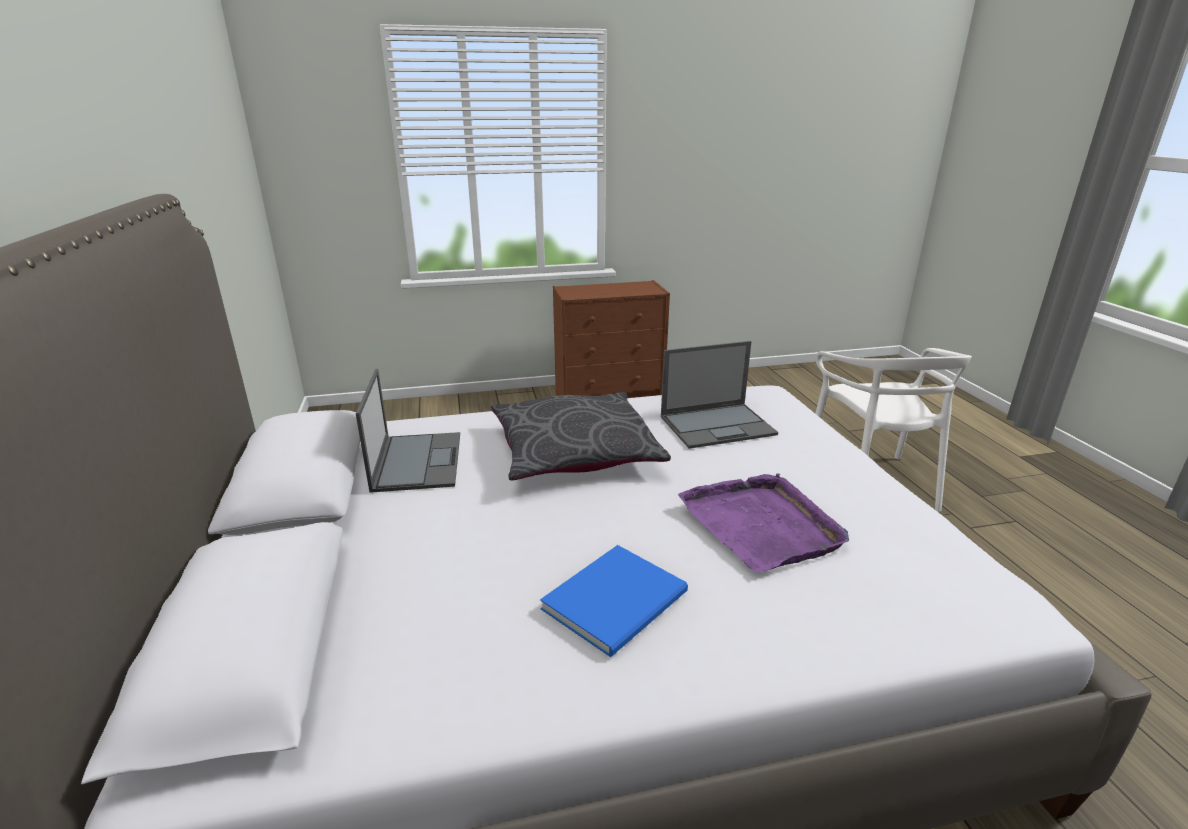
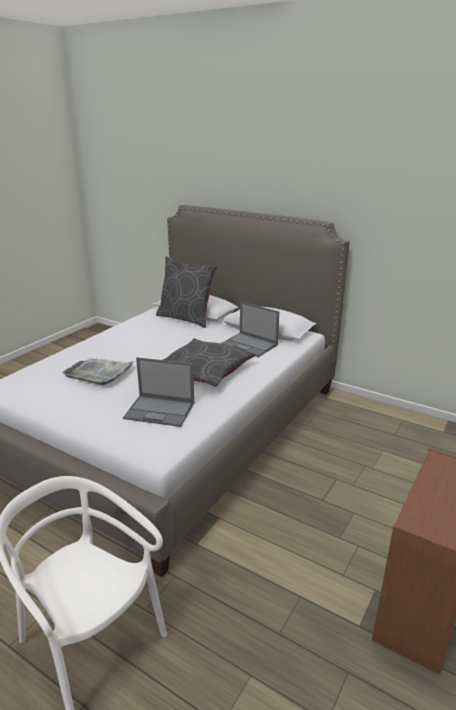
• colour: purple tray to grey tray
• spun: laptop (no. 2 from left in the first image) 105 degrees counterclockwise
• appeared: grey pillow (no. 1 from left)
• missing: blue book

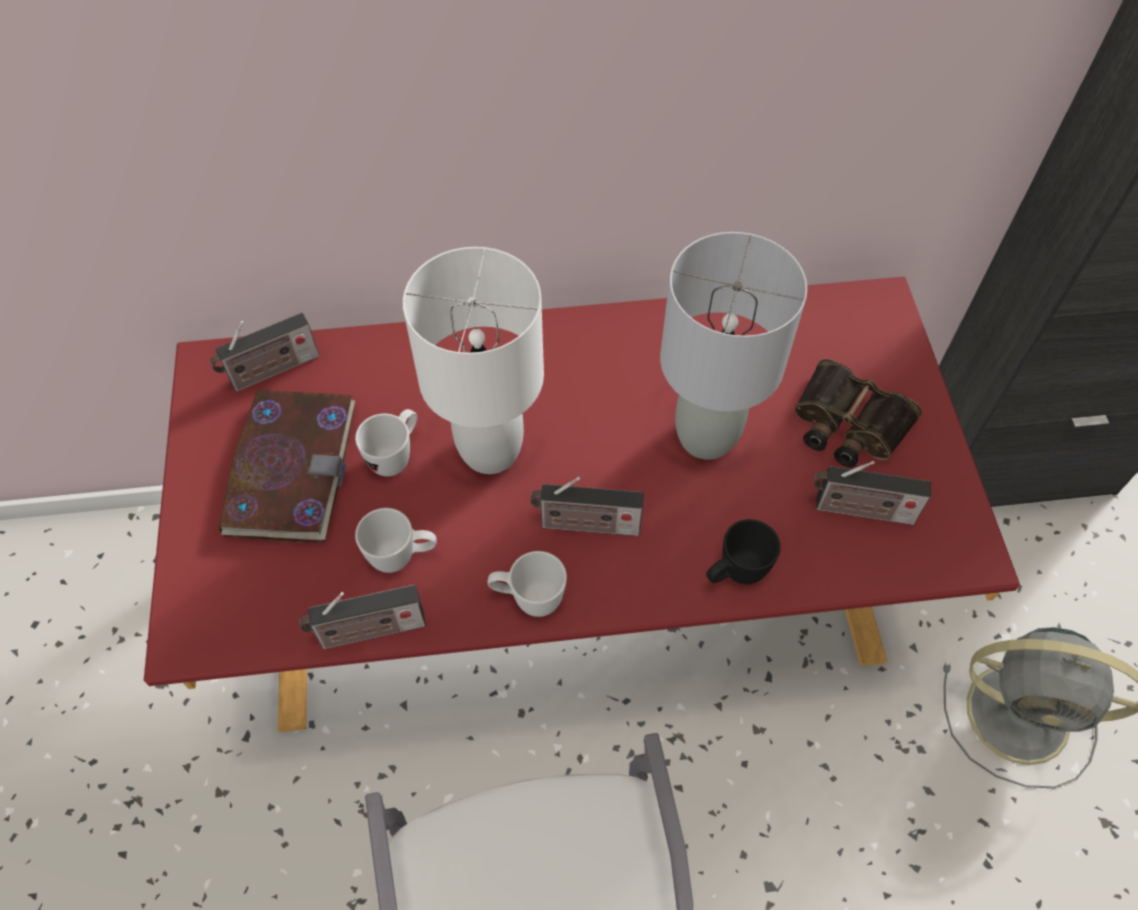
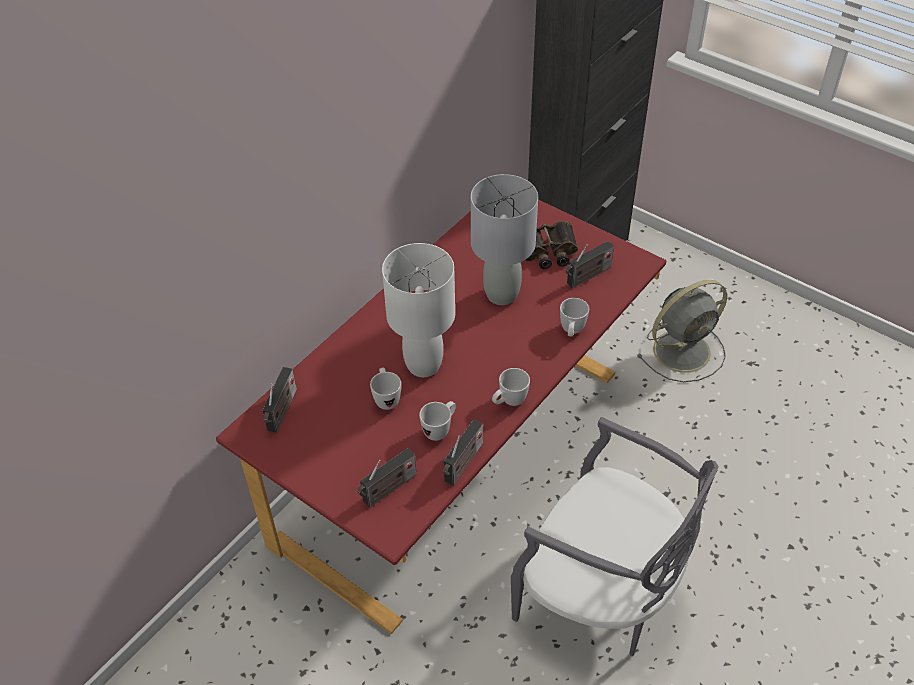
• relocated: radio (no. 3 from left in the first image) to radio (no. 2 from left)
• colour: black mug to white mug (no. 4 from left)
• missing: book

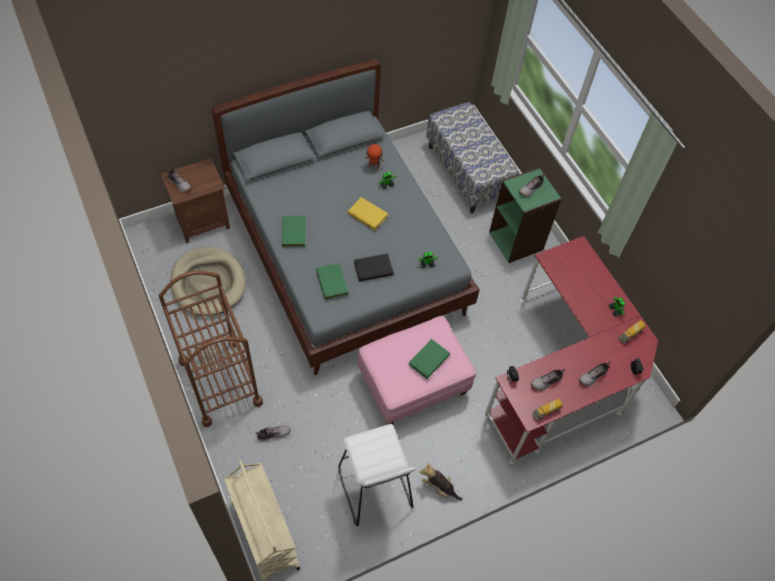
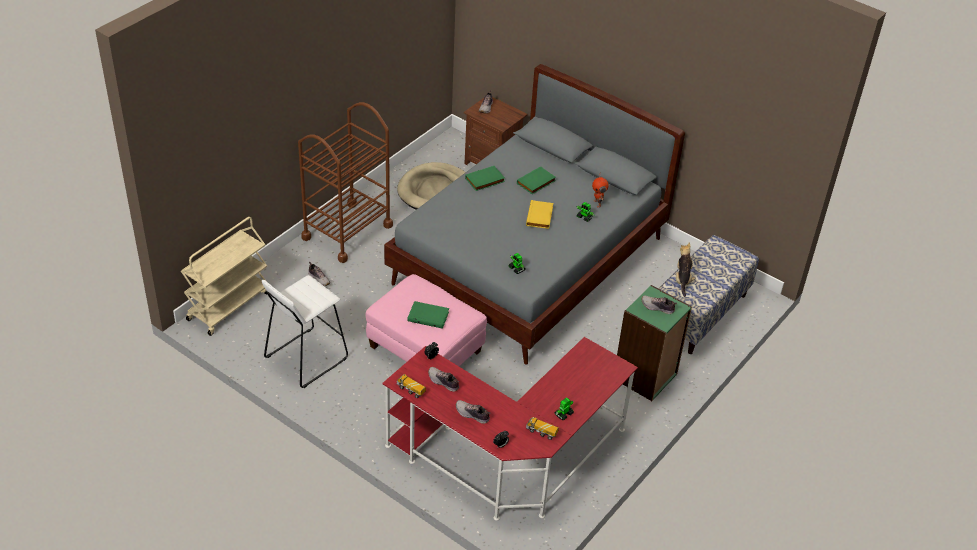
• relocated: green book (no. 2 from left in the first image) to green book (no. 3 from left)
• relocated: plush toy
• missing: black book

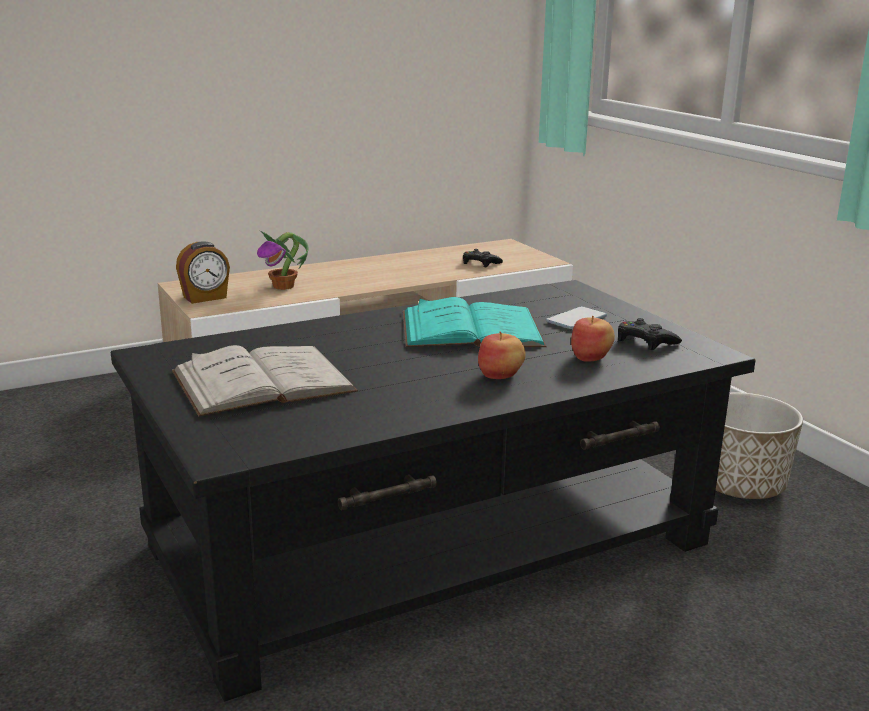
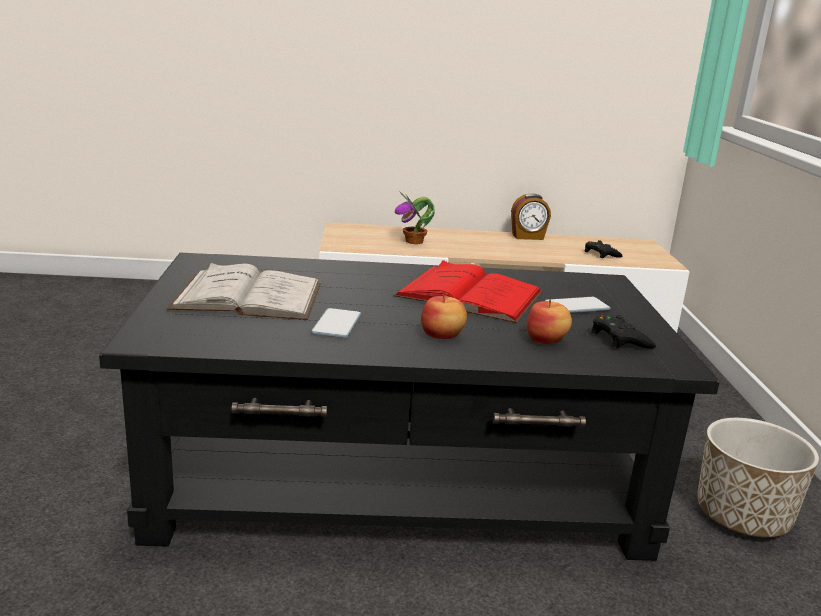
• appeared: phone (no. 1 from left)
• colour: turquoise book to red book
• relocated: alarm clock

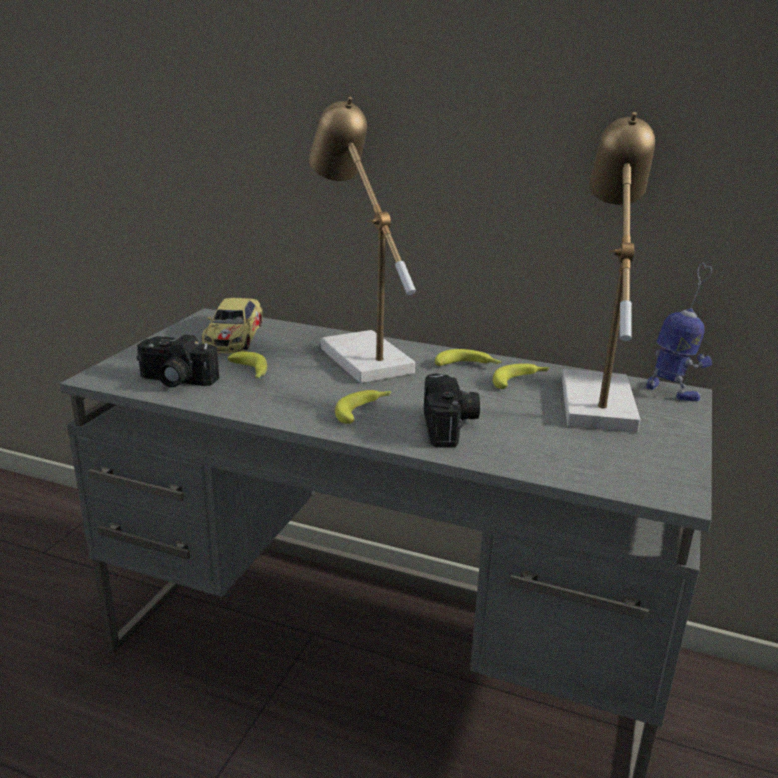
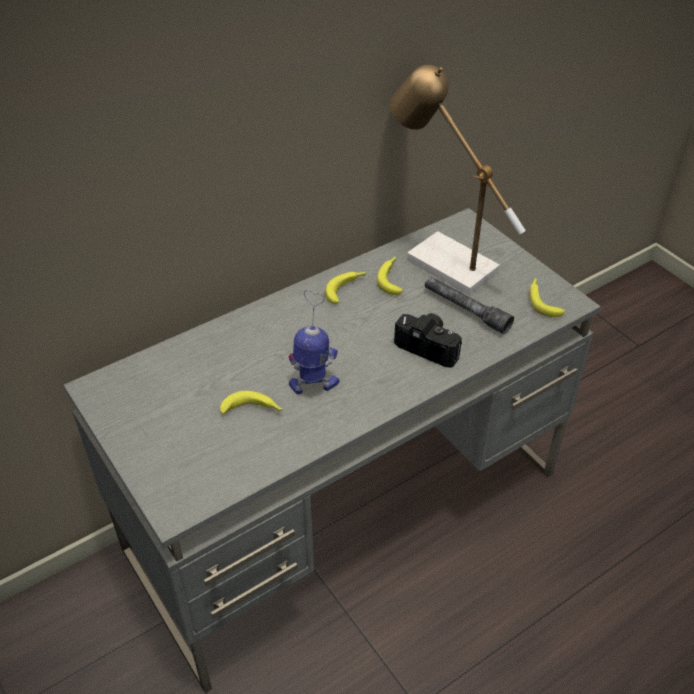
• relocated: toy robot
• appeared: grey flashlight
• relocated: banana (no. 2 from left in the first image) to banana (no. 4 from left)
• missing: photo camera (no. 1 from left)
• missing: toy car
• missing: table lamp (no. 1 from left)

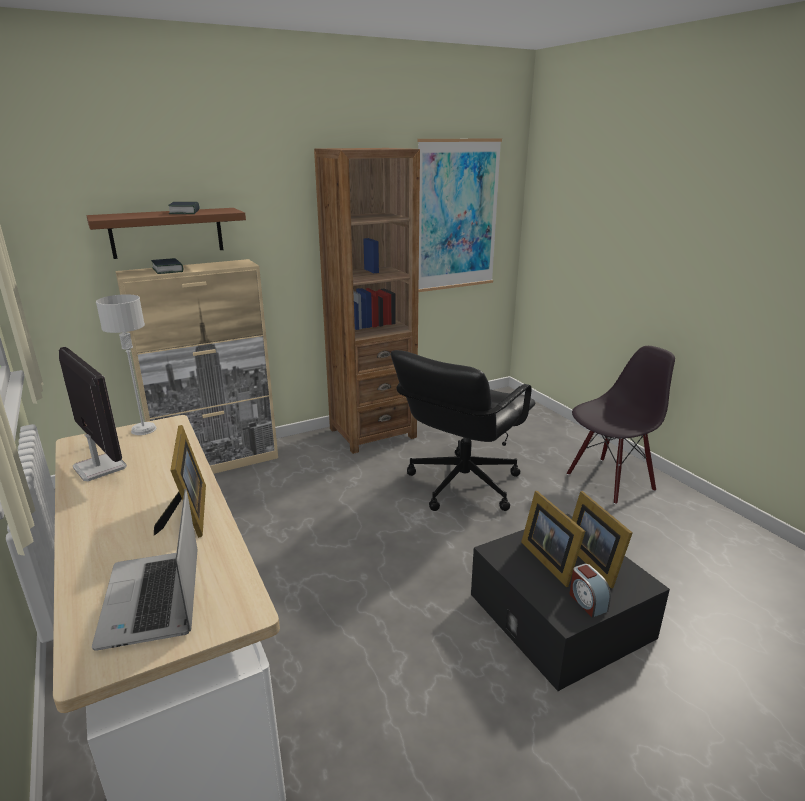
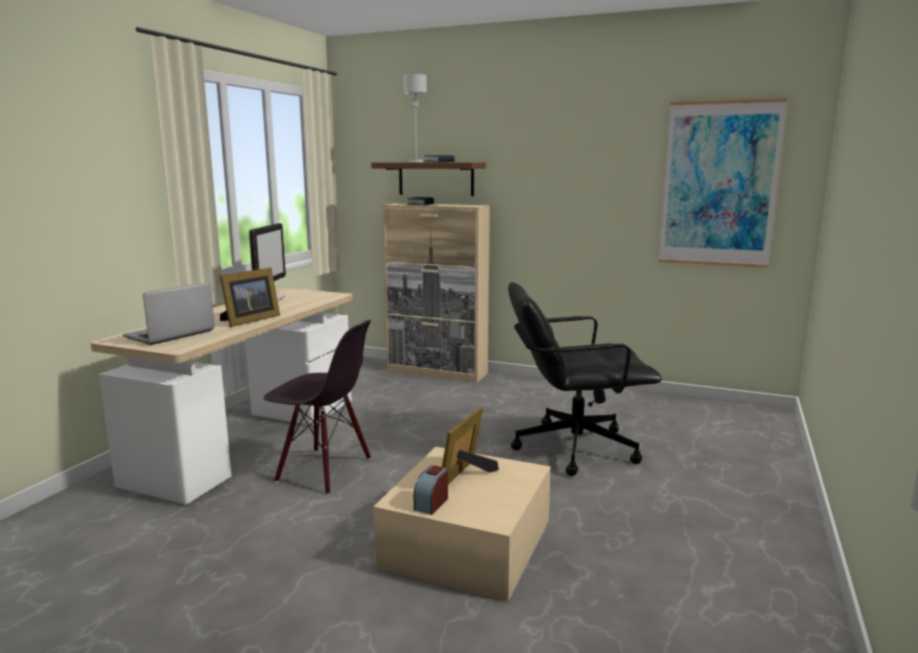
• relocated: black chair
• colour: black storage box to beige storage box
• relocated: grey table lamp
• missing: brown bookcase
• missing: picture frame (no. 3 from left)

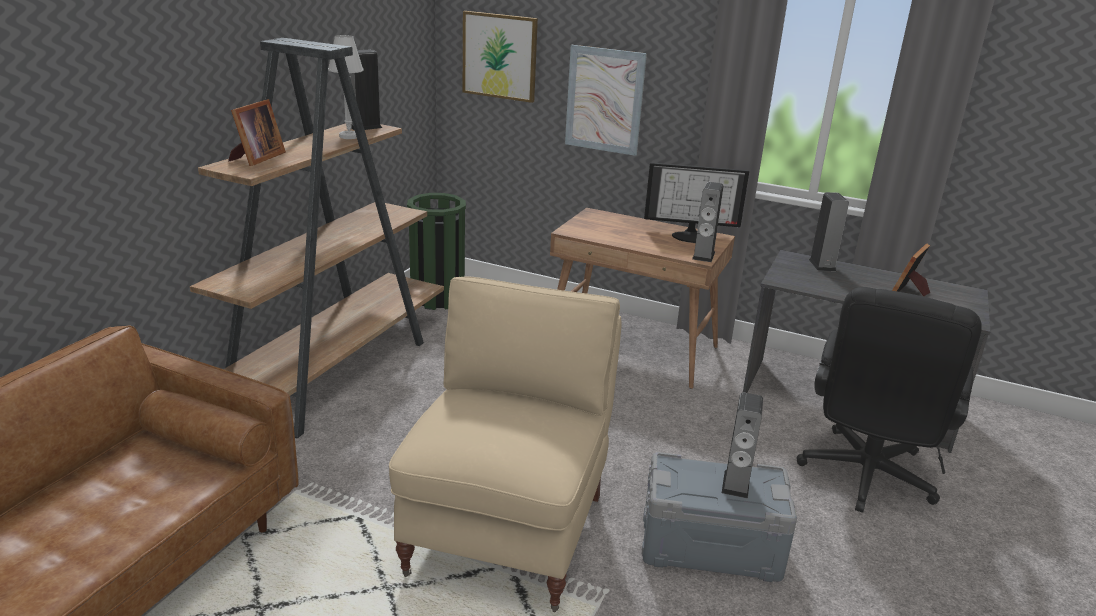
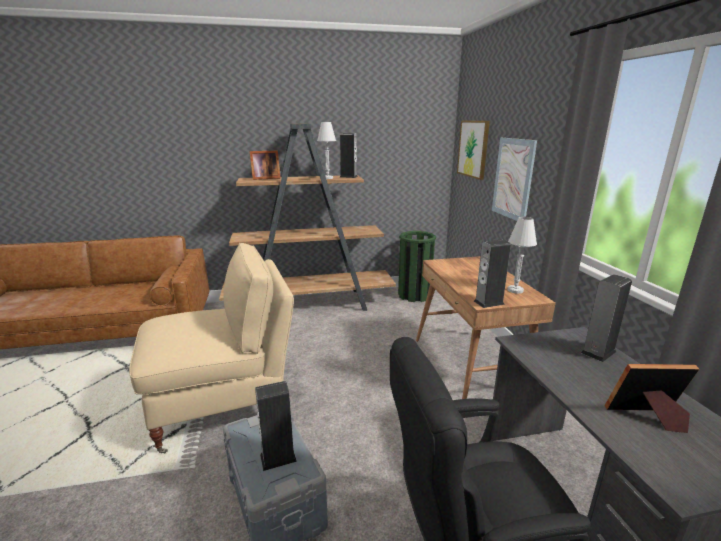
• exchanged: monitor to white table lamp (no. 2 from left)

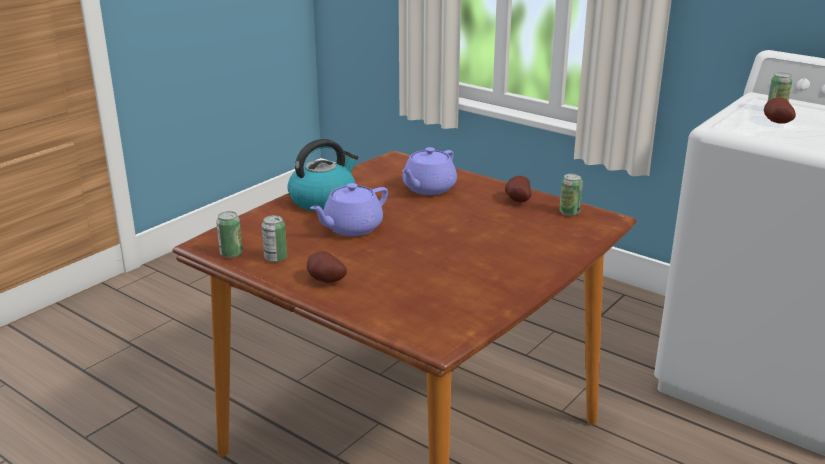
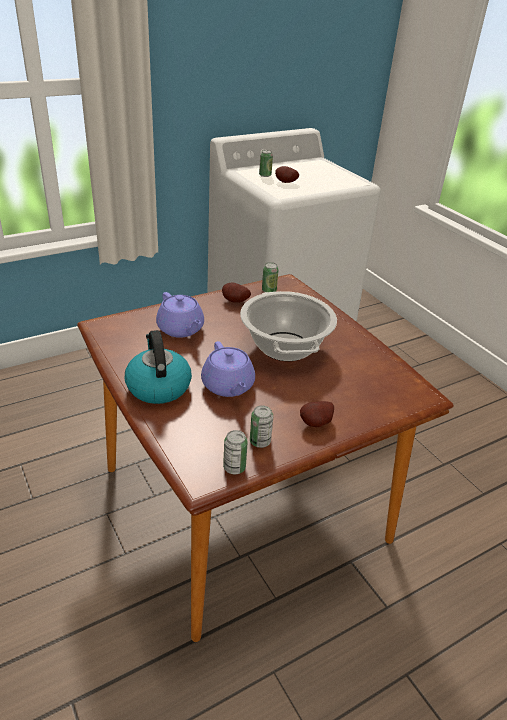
• appeared: cooking pot

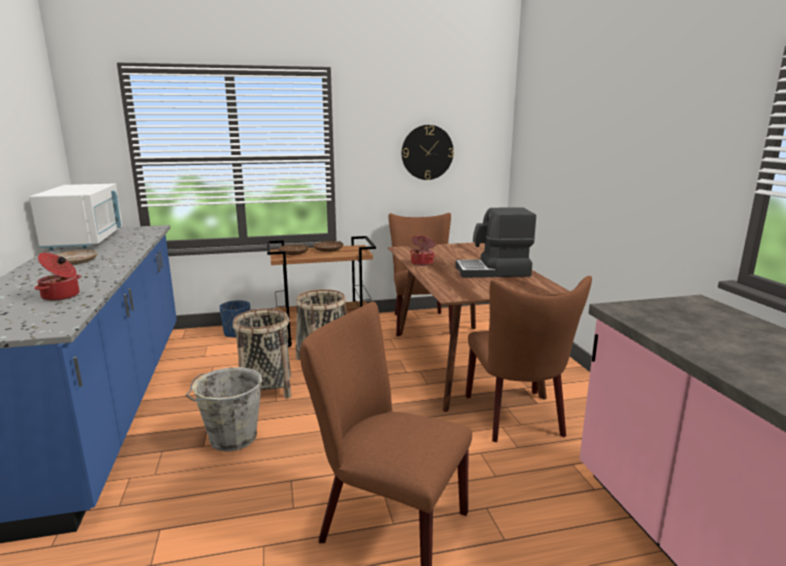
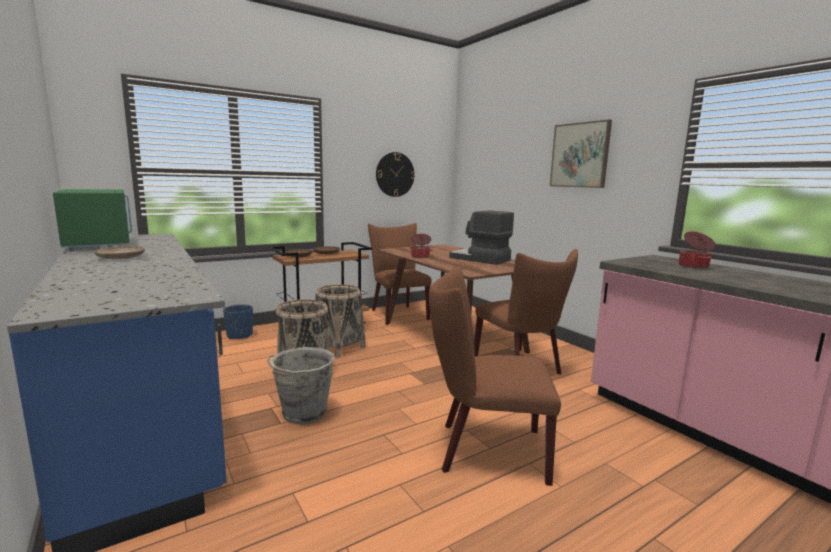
• colour: white microwave to green microwave
• spun: coffee machine 60 degrees clockwise
• appeared: picture
• relocated: cooking pot (no. 1 from left in the first image) to cooking pot (no. 2 from left)

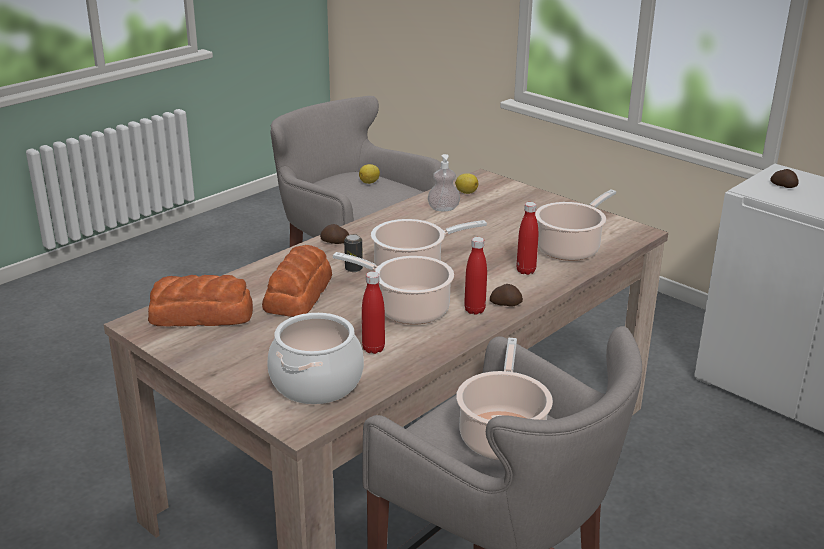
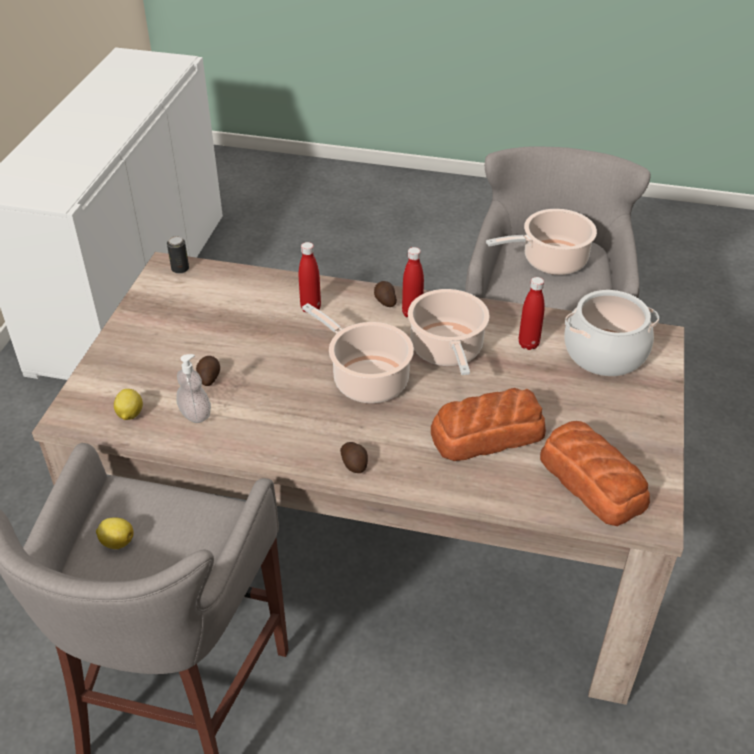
• relocated: can
• relocated: potato (no. 3 from left in the first image) to potato (no. 1 from left)
• missing: cooking pot (no. 5 from left)

